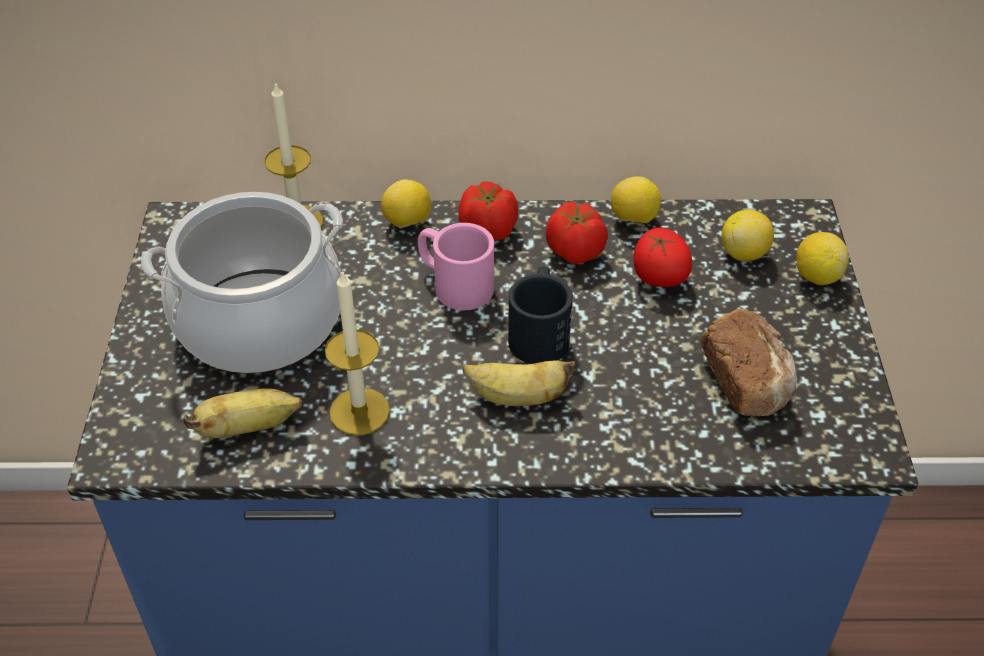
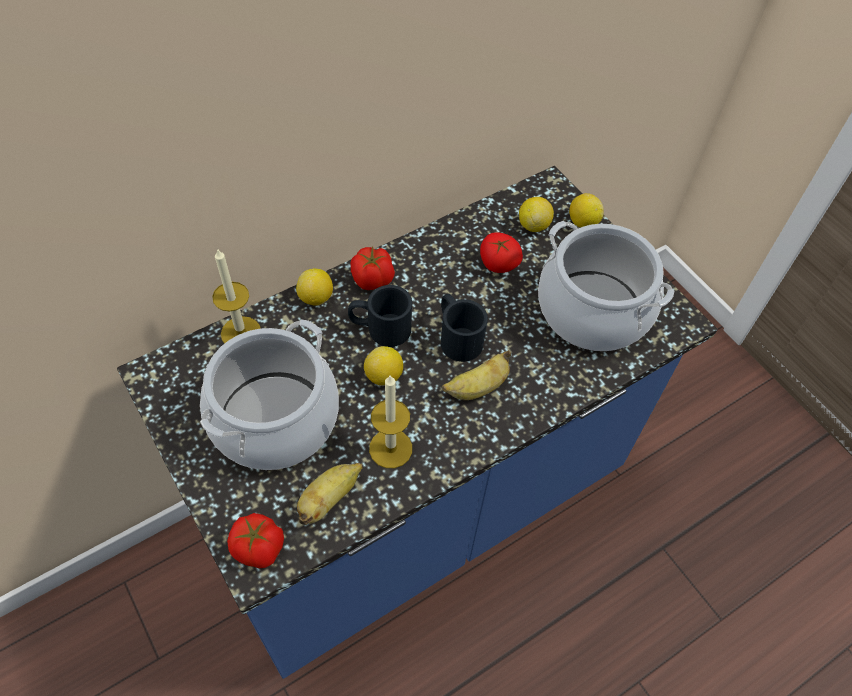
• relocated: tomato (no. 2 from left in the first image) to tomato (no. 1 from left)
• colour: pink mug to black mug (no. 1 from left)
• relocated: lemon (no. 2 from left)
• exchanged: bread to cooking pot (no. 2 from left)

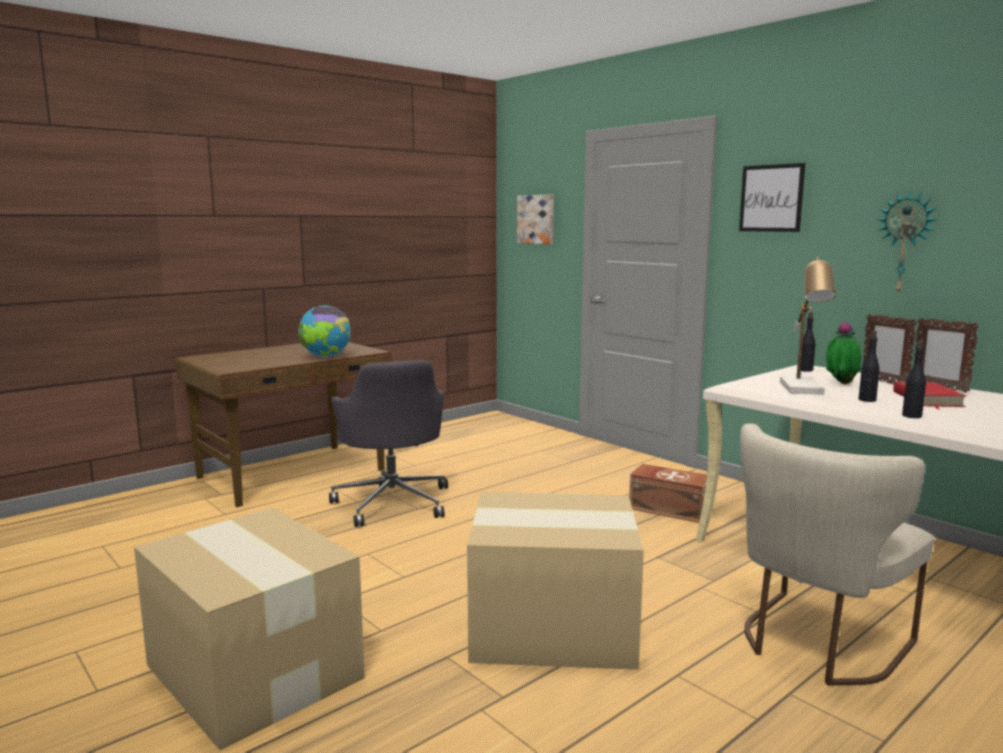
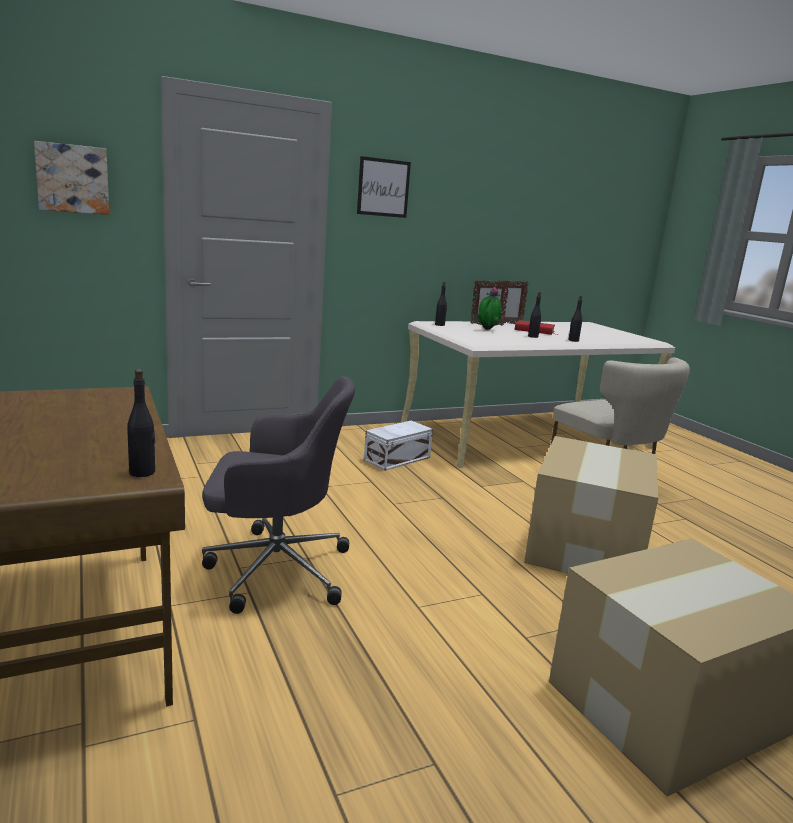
• appeared: black bottle (no. 1 from left)
• colour: brown storage box to white storage box
• missing: globe
• missing: table lamp
• missing: wall clock

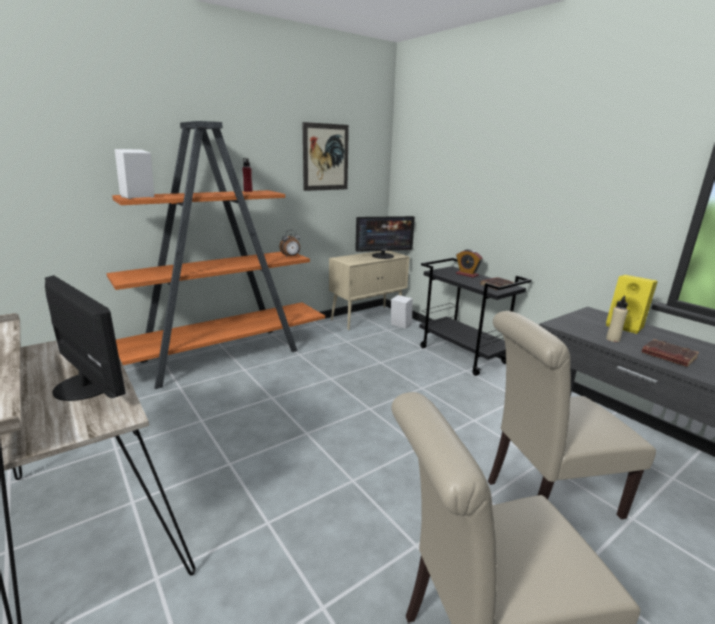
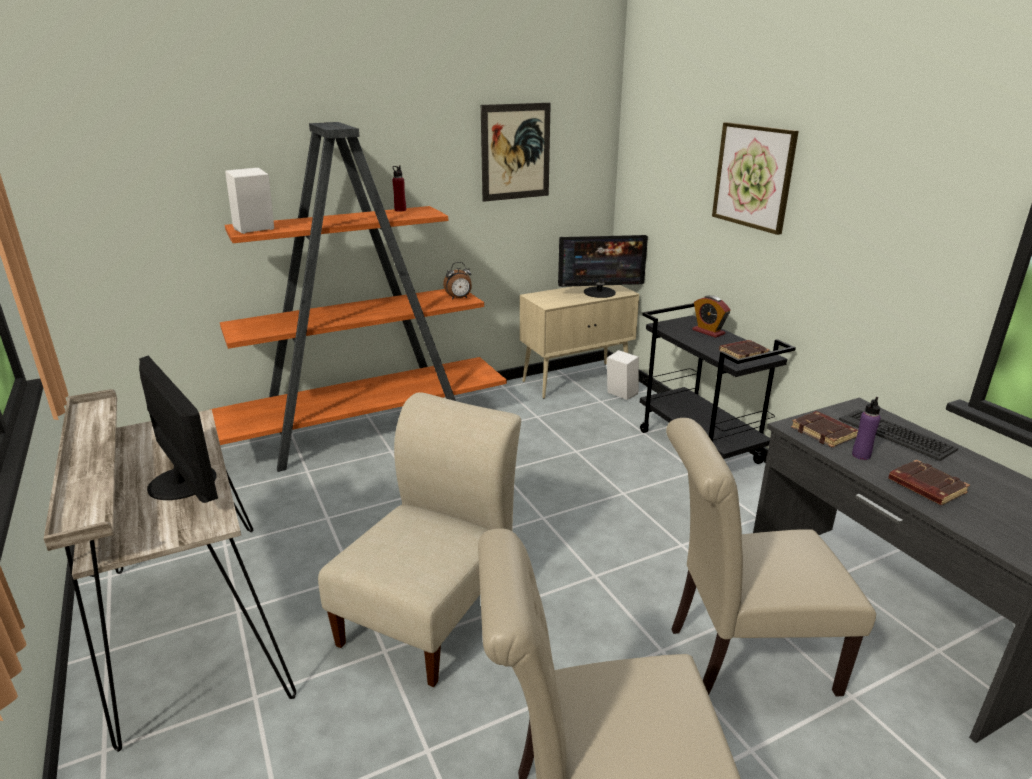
• appeared: beige chair (no. 1 from left)
• appeared: picture (no. 2 from left)
• appeared: brown book (no. 2 from left)
• exchanged: yellow speaker to keyboard
• colour: beige bottle to purple bottle

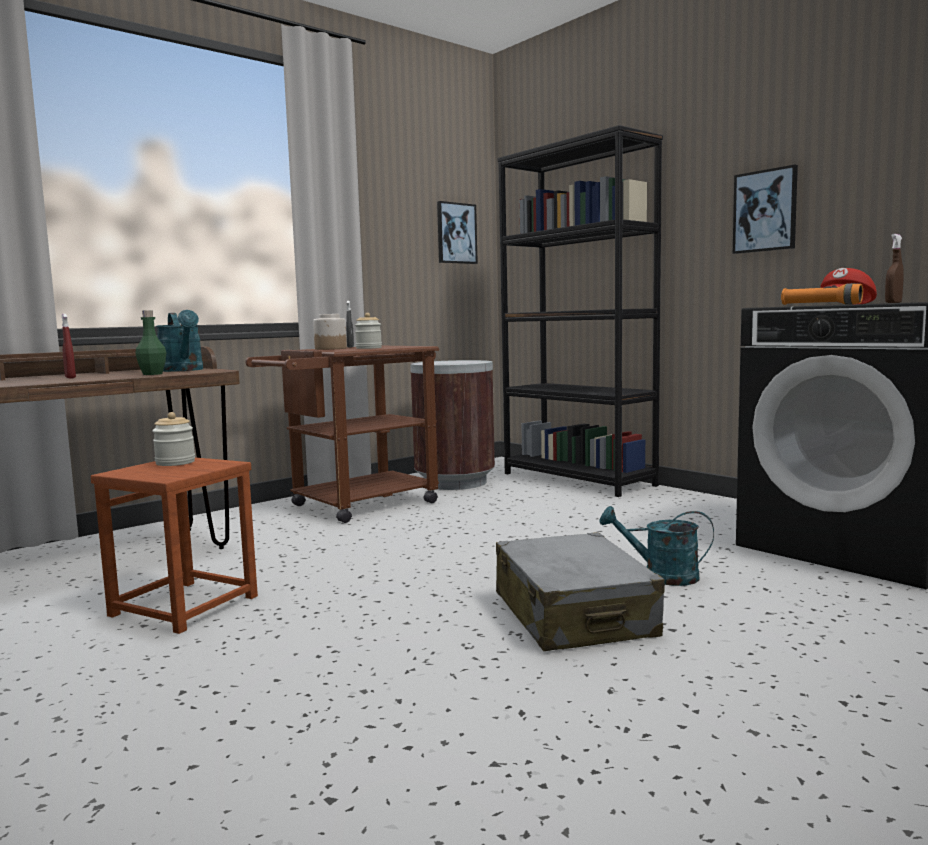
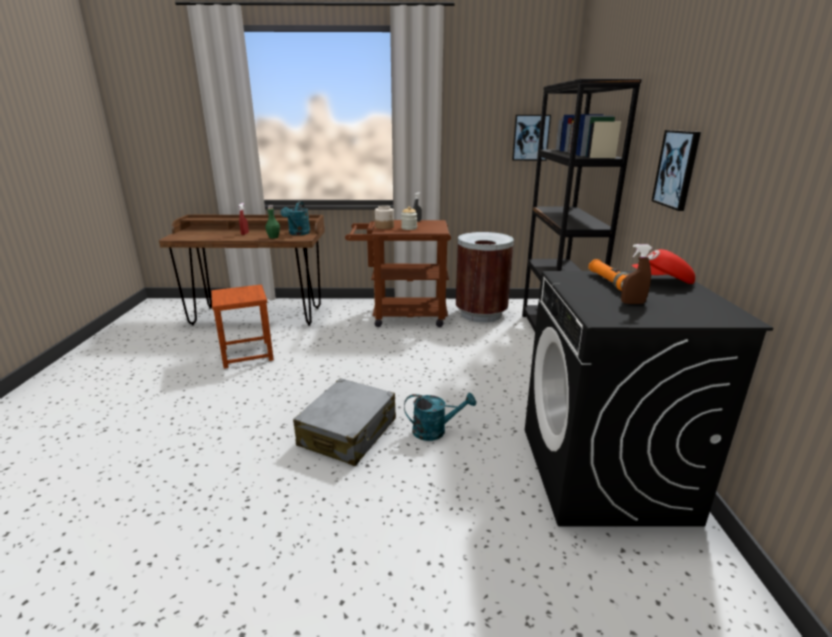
• spun: turquoise watering can (no. 2 from left) 120 degrees clockwise
• missing: jar (no. 1 from left)

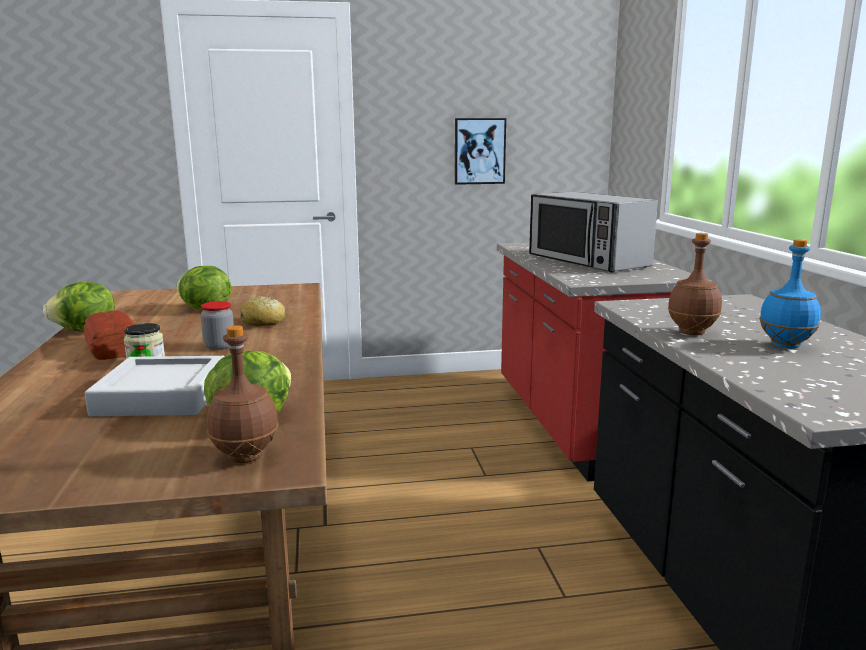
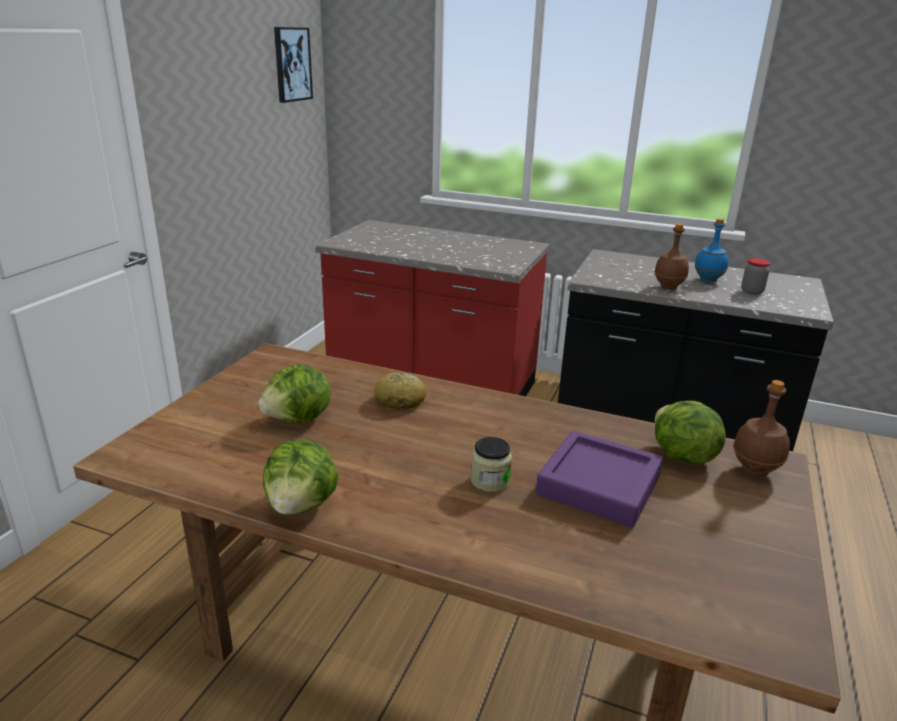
• relocated: picture
• colour: grey tray to purple tray
• relocated: jar (no. 2 from left)
• missing: bread (no. 1 from left)
• missing: microwave

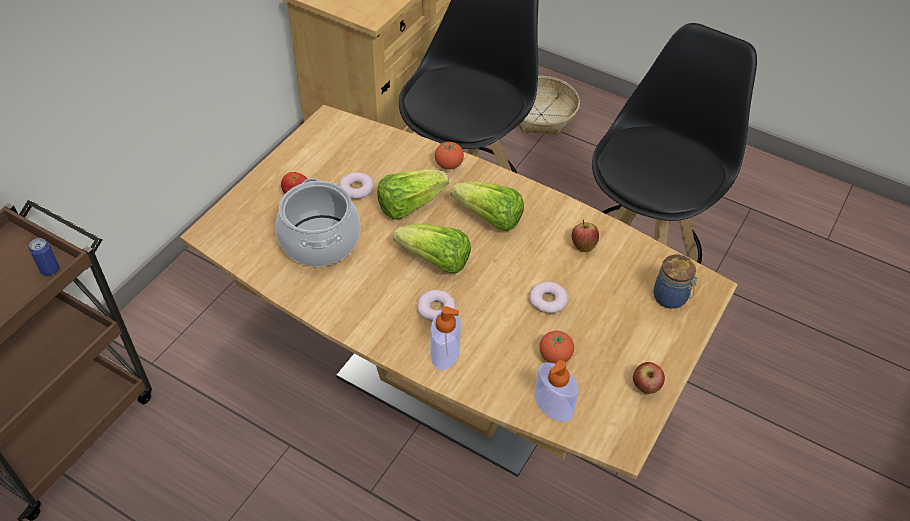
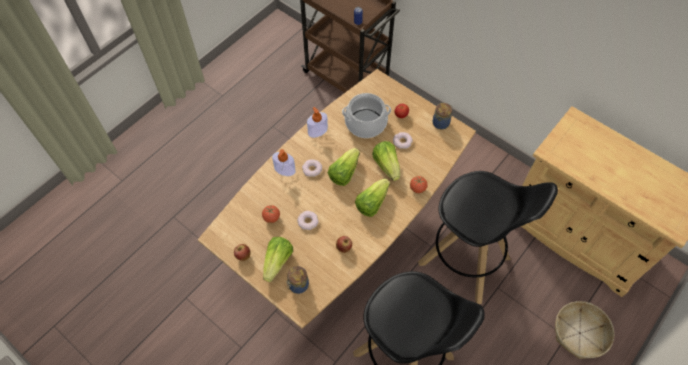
• appeared: lettuce (no. 1 from left)
• relocated: soap dispenser (no. 2 from left)
• appeared: jar (no. 2 from left)

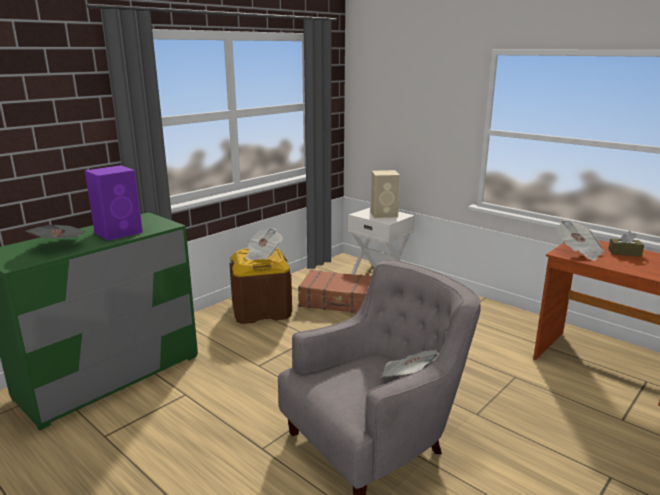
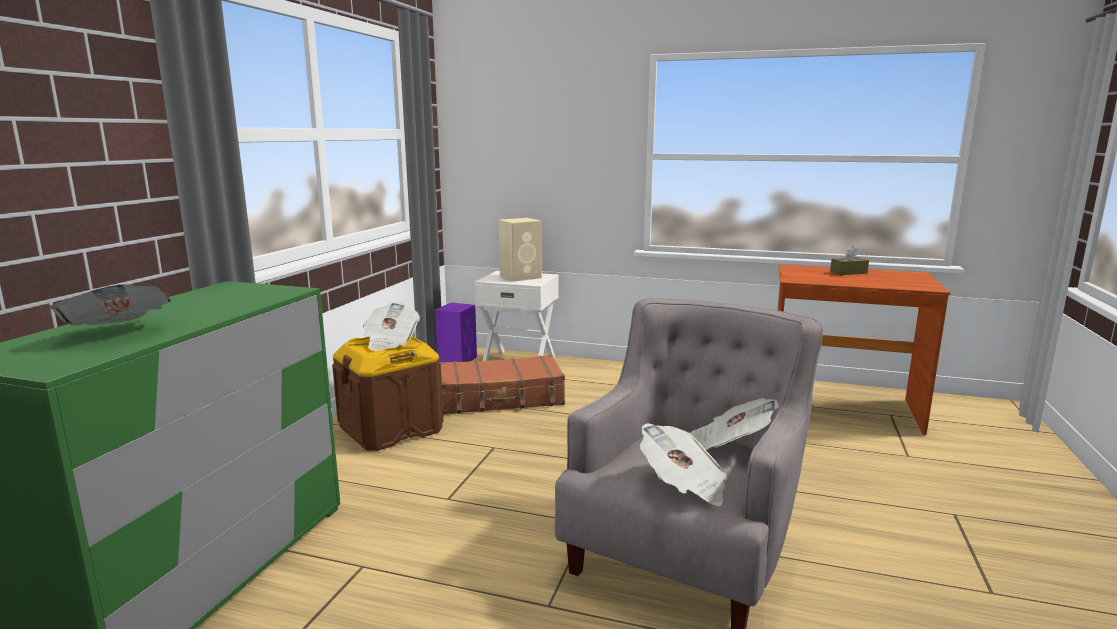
• relocated: purple speaker
• relocated: newspaper (no. 4 from left in the first image) to newspaper (no. 3 from left)

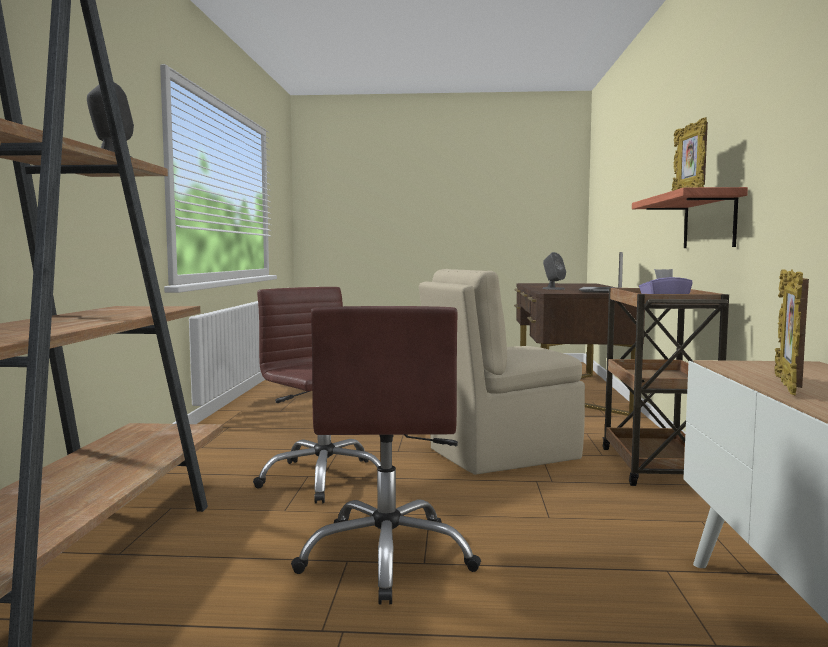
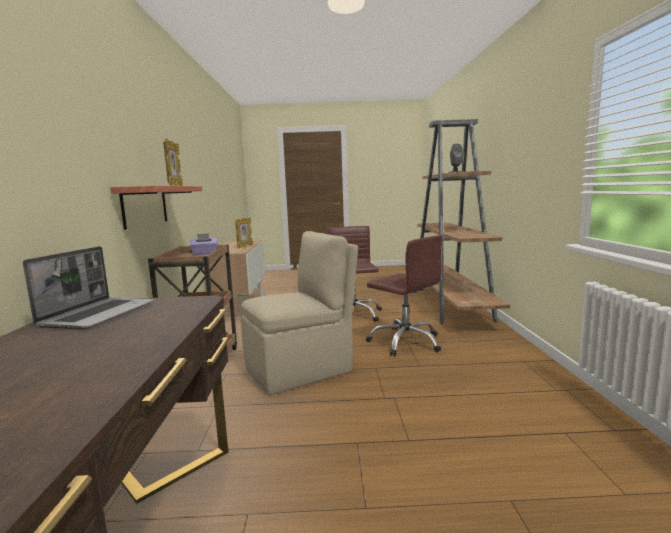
• missing: grey speaker (no. 2 from left)

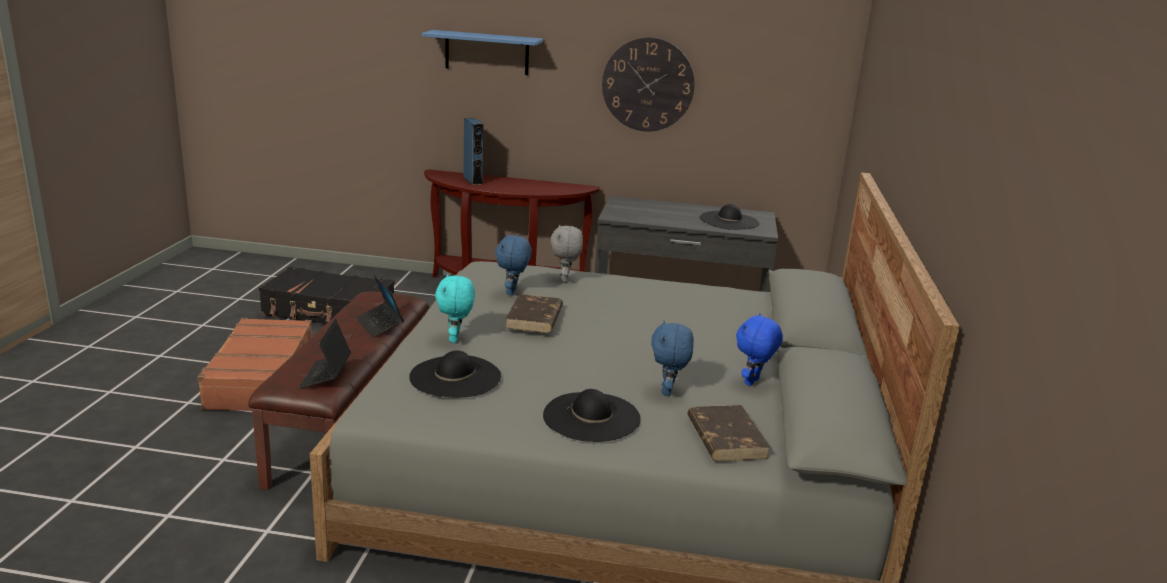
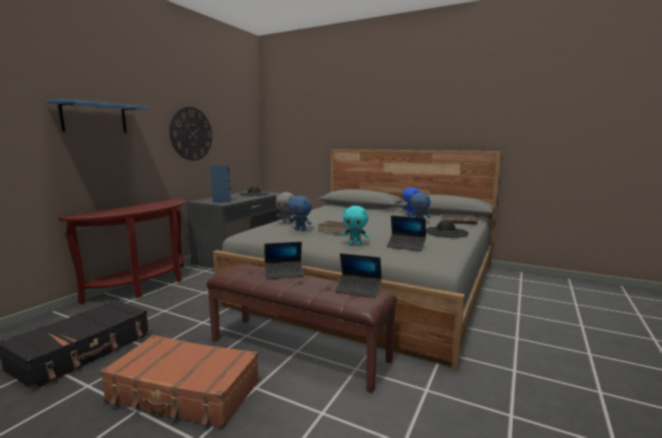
• relocated: blue speaker
• exchanged: black hat (no. 1 from left) to laptop (no. 3 from left)

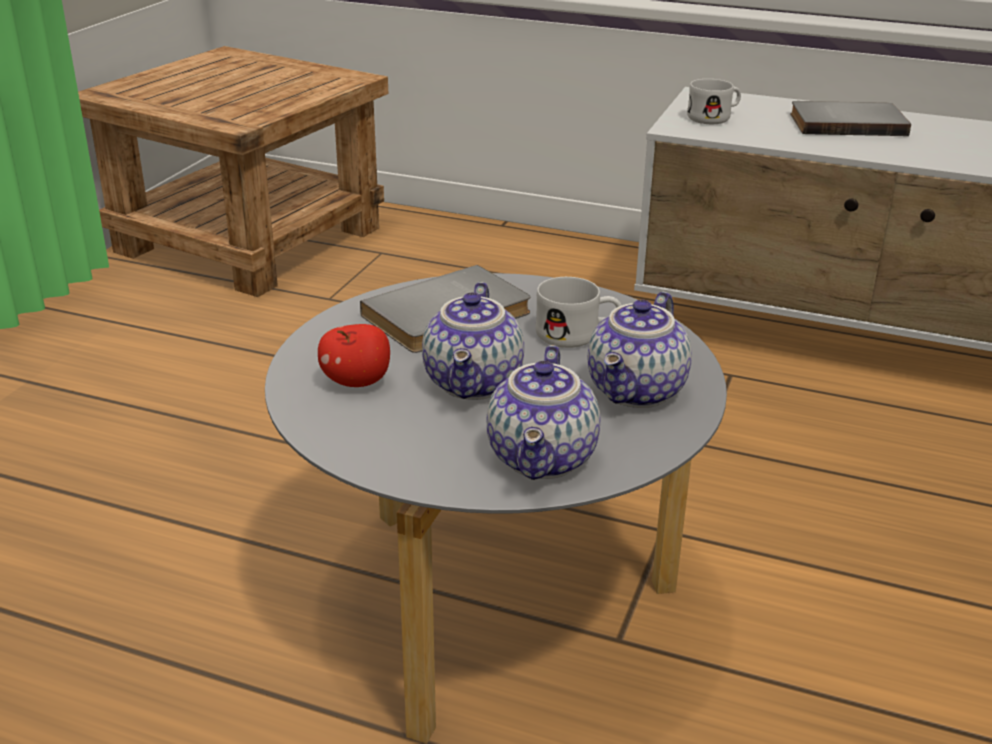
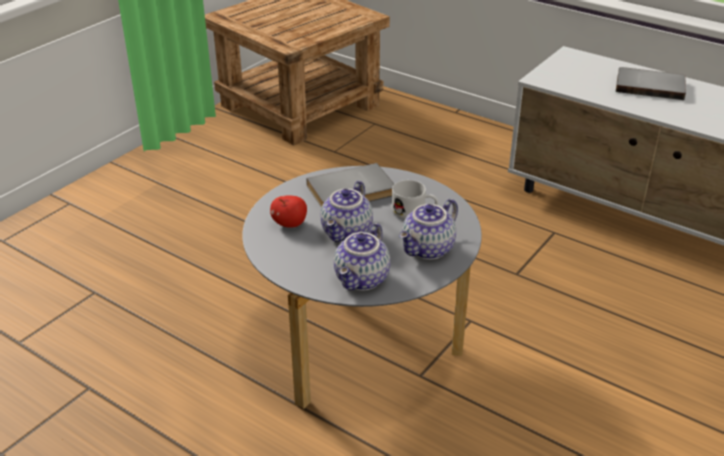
• missing: white mug (no. 2 from left)

